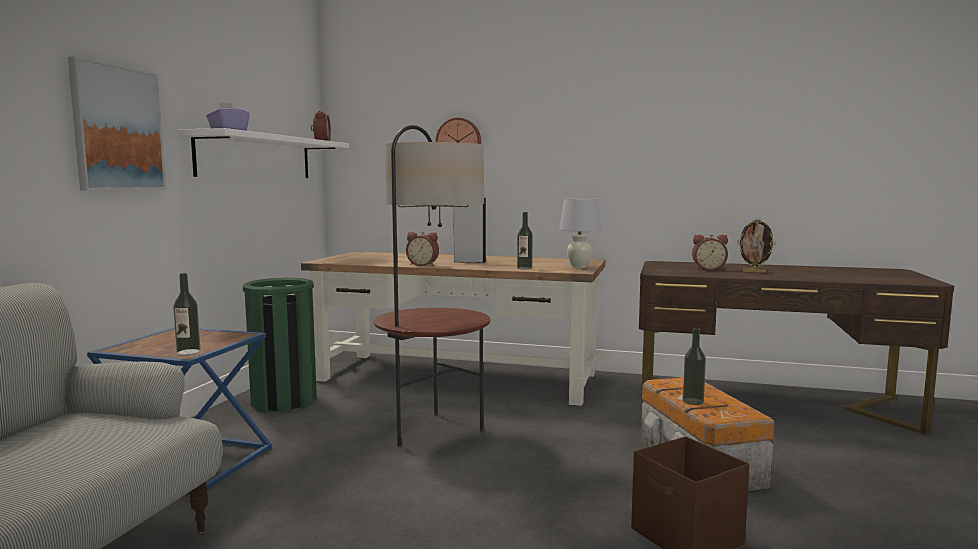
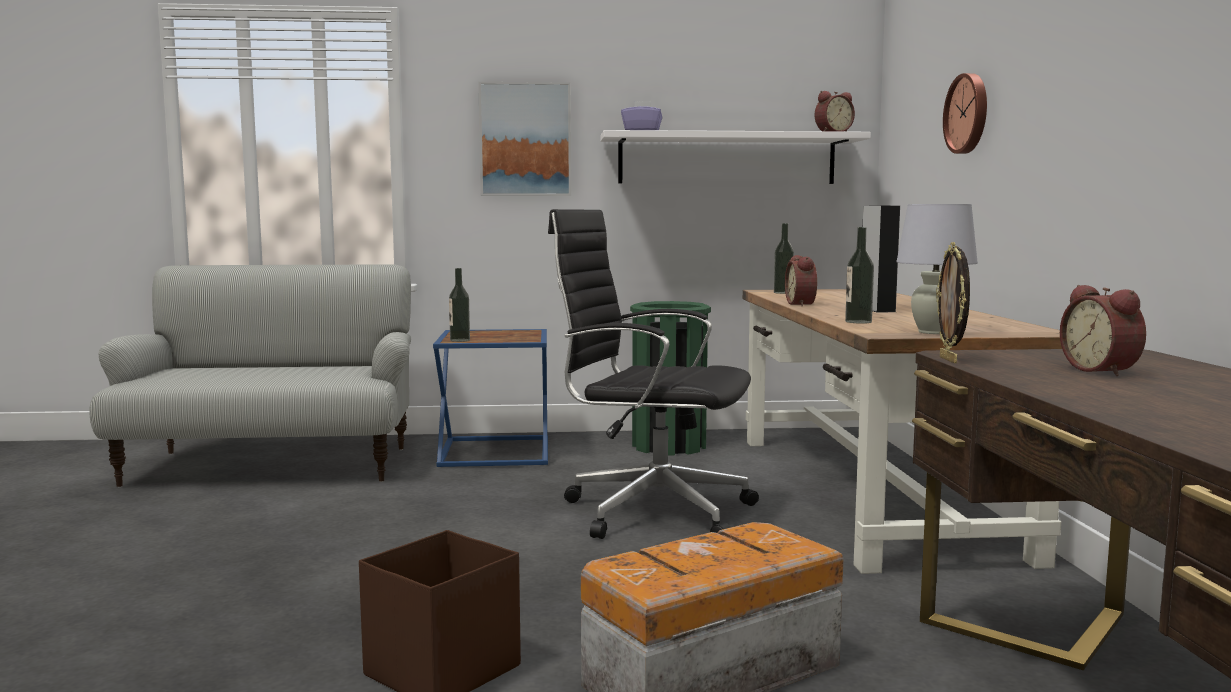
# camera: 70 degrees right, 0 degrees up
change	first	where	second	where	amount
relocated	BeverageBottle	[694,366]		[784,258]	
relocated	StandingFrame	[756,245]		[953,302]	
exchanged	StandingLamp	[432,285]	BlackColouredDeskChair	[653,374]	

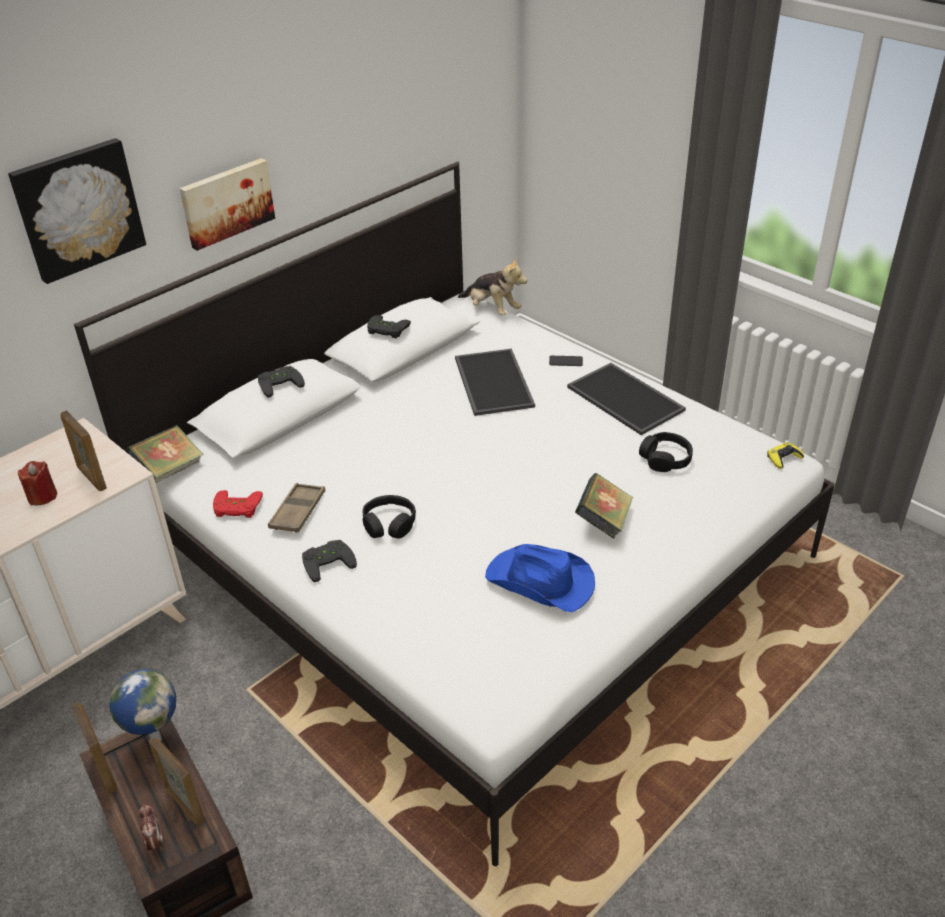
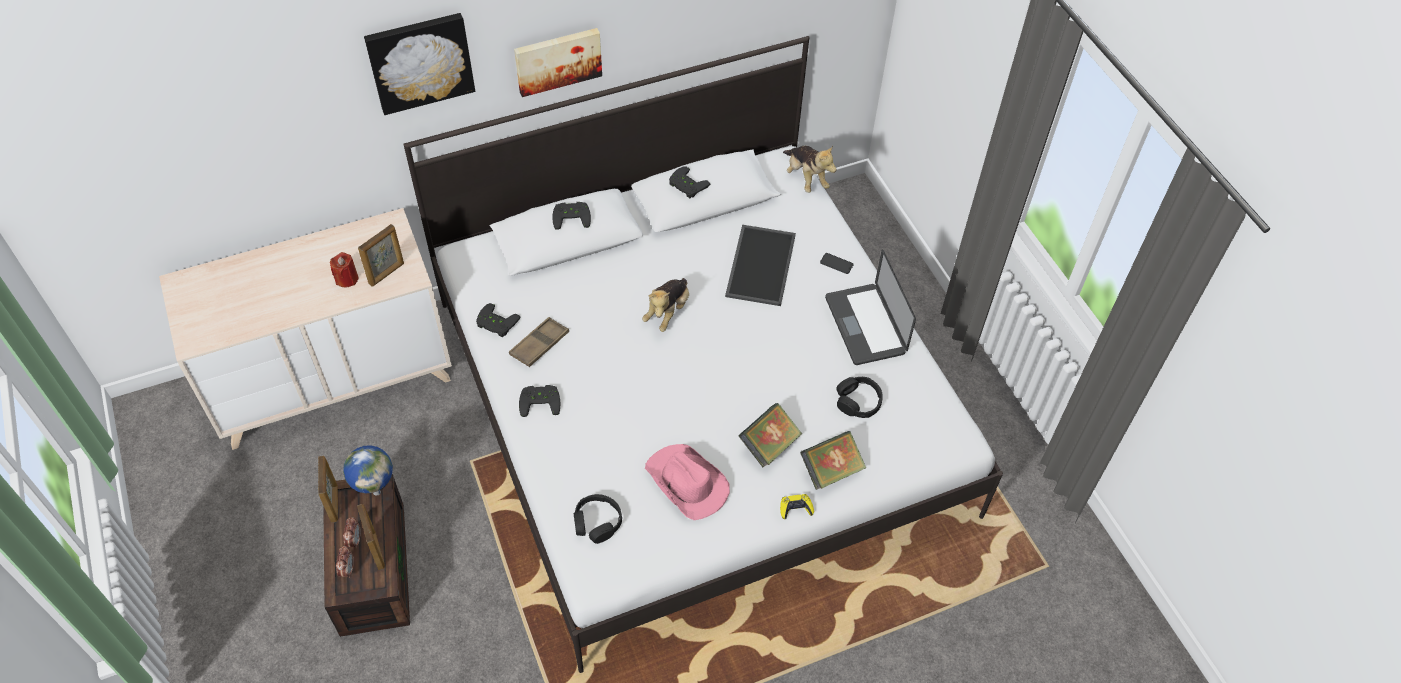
# camera: 20 degrees right, 15 degrees up
change	first	where	second	where	amount
appeared			TableClock	[352,533]	
appeared			CuddlyToy	[665,305]	
relocated	BoundBook	[165,454]		[833,460]	
relocated	BlackColouredHeadset	[389,517]		[598,519]	
relocated	YellowishJoypad	[785,455]		[797,506]	
exchanged	ServingTray	[626,399]	NotebookComputer	[870,307]	
colour	RedJoypad	[238,504]	BlackColouredJoypad	[498,320]	
colour	BlueClothingHat	[540,578]	PinkColouredClothingHat	[687,482]	
spun	StandingFrame	[83,450]		[381,255]	120 degrees counterclockwise

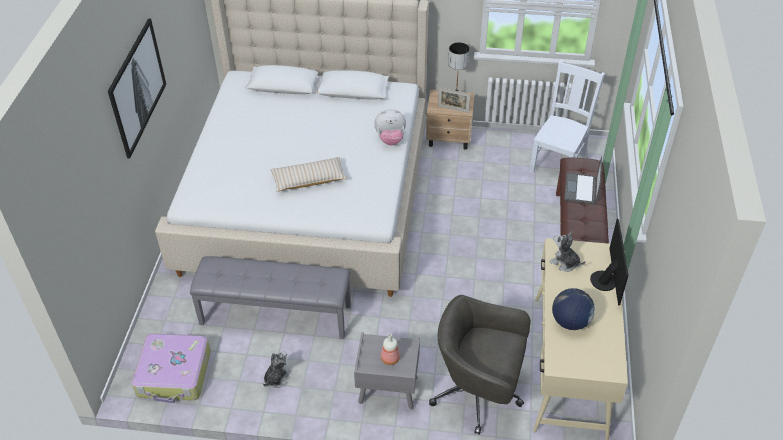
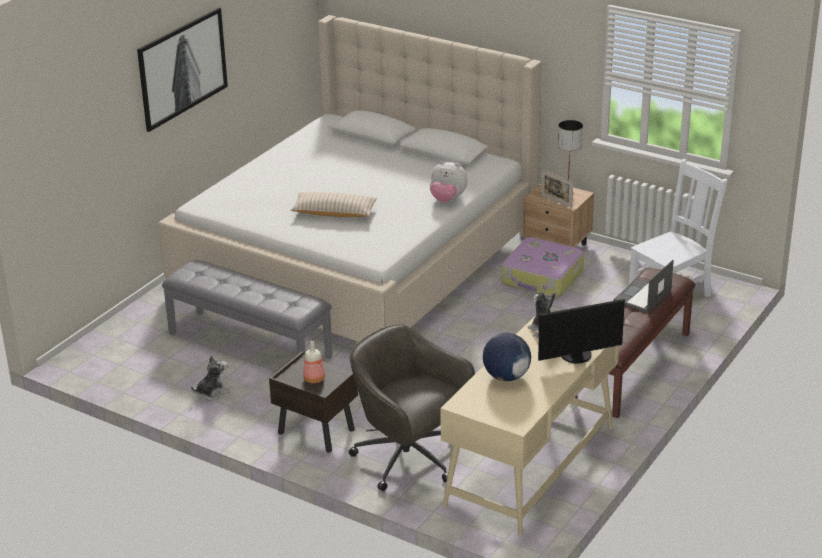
# camera: 25 degrees right, 15 degrees down
change	first	where	second	where	amount
relocated	Suitcase	[171,368]		[542,267]	
colour	GreyNightstand	[387,370]	BrownColouredNightstand	[313,402]	
spun	ComputerScreen	[609,262]		[581,331]	45 degrees clockwise

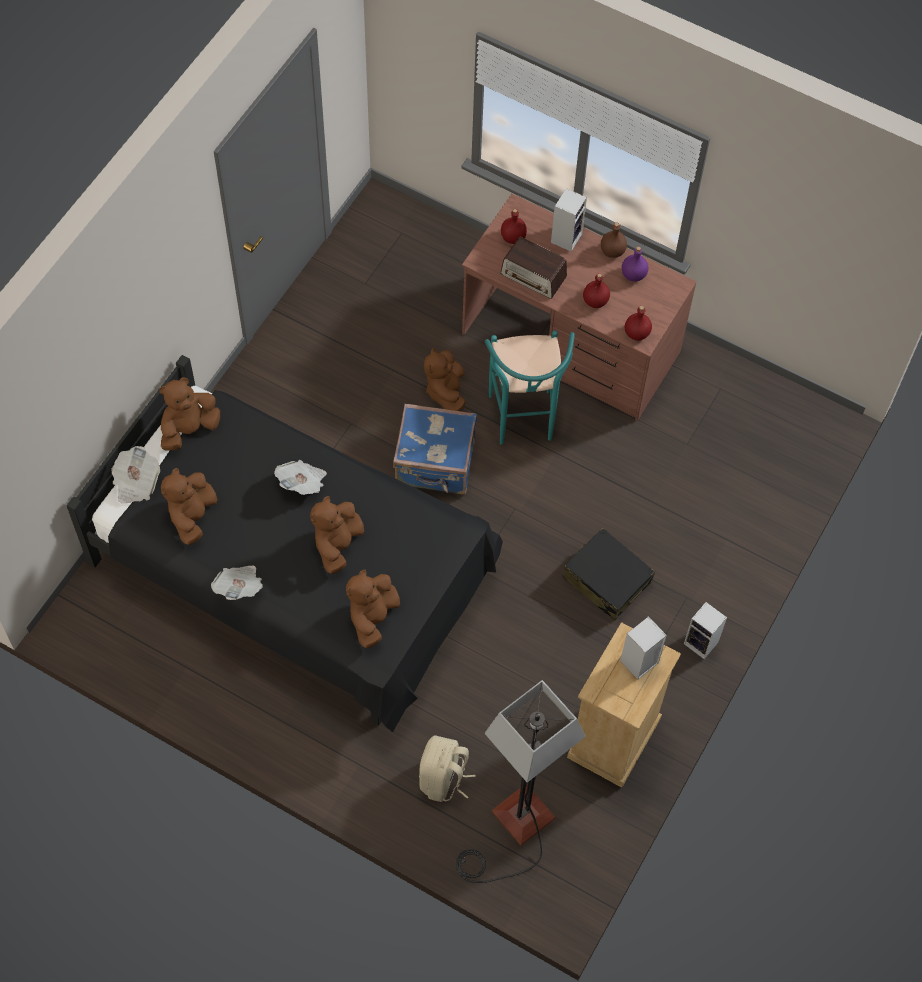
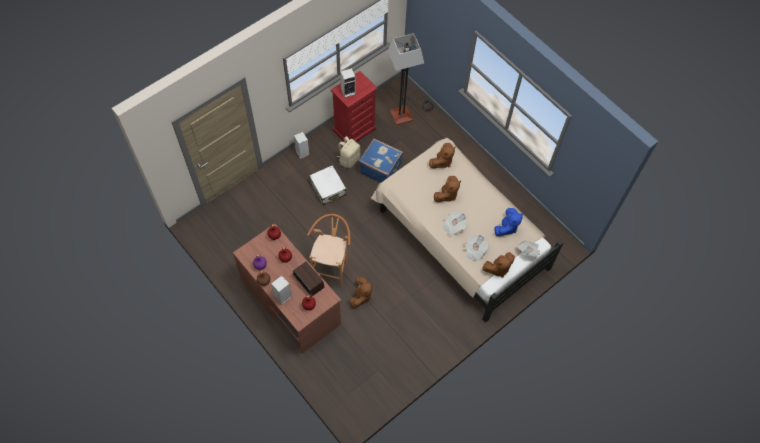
# camera: 160 degrees left, 0 degrees up
change	first	where	second	where	amount
relocated	DailyPaper	[237,582]		[477,248]	
relocated	BlueSuitcase	[435,449]		[381,160]	
relocated	SandColouredBackpack	[447,768]		[348,152]	
colour	BlackColouredBed	[285,543]	SandColouredBed	[467,230]	
colour	BrownColouredCuddlyToy	[189,506]	BlueCuddlyToy	[508,222]	
colour	TurquoiseStool	[530,387]	BrownColouredStool	[329,251]	
colour	BlackColouredSuitcase	[608,574]	WhitishSuitcase	[328,185]	
colour	SandColouredDrawerChest	[624,705]	RedDrawerChest	[354,107]	

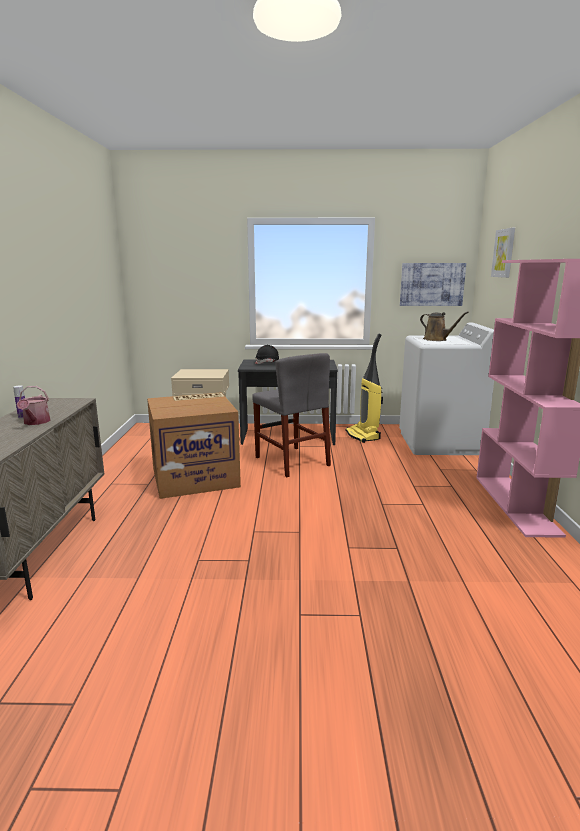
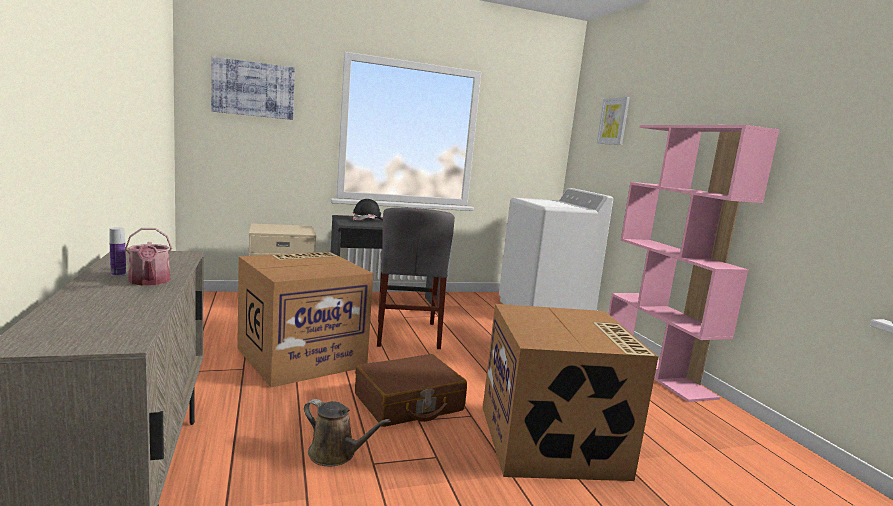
# camera: 20 degrees left, 5 degrees down
change	first	where	second	where	amount
missing	VacuumCleaner	[364,388]			
appeared			BrownColouredSuitcase	[411,390]	
appeared			Carton	[570,392]	
relocated	Picture	[433,284]		[253,88]	
relocated	BrownColouredWateringPot	[444,326]		[347,433]	
spun	GreyChair	[291,415]		[416,278]	45 degrees clockwise

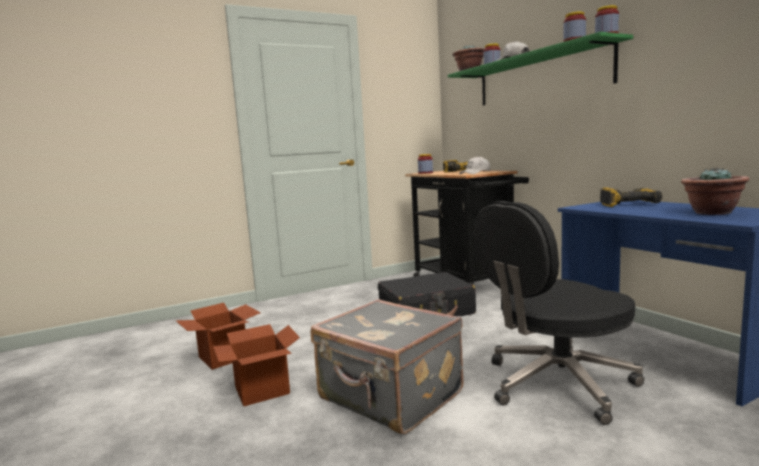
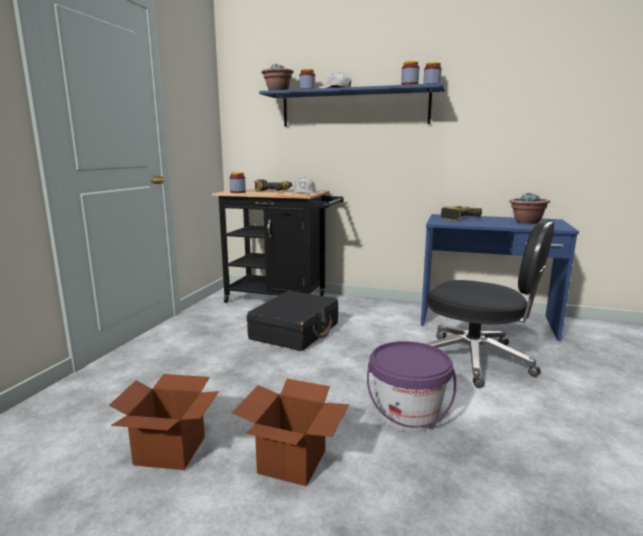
# camera: 45 degrees left, 5 degrees up
change	first	where	second	where	amount
exchanged	GreySuitcase	[387,366]	PurplishPail	[412,386]	
colour	GreenShelf	[540,68]	BlueShelf	[352,104]	
spun	BlackColouredDeskChair	[559,313]		[489,303]	75 degrees counterclockwise

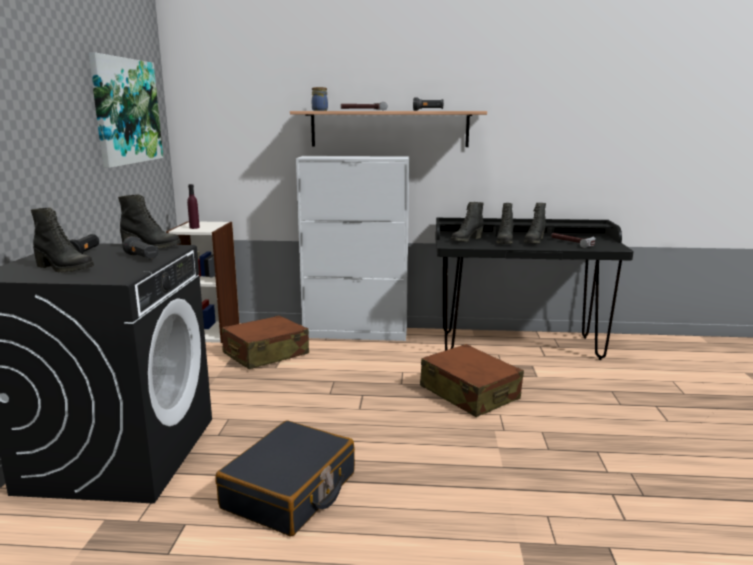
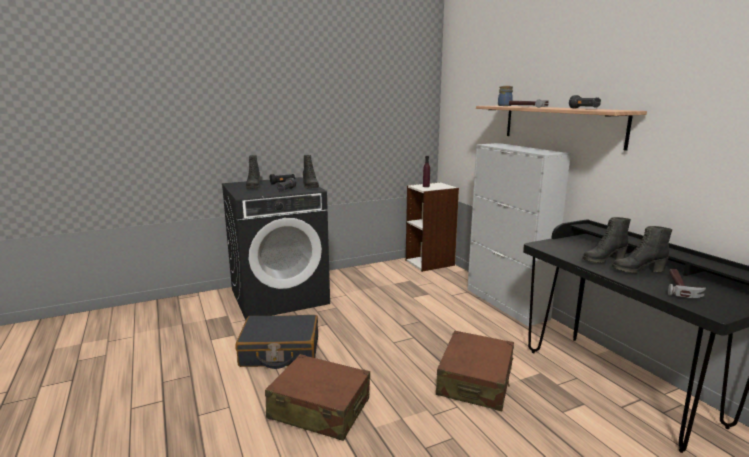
# camera: 60 degrees right, 0 degrees up
change	first	where	second	where	amount
missing	Picture	[125,110]			
missing	BlackColouredBoot	[467,222]			
relocated	BrownColouredSuitcase	[265,342]		[317,397]	

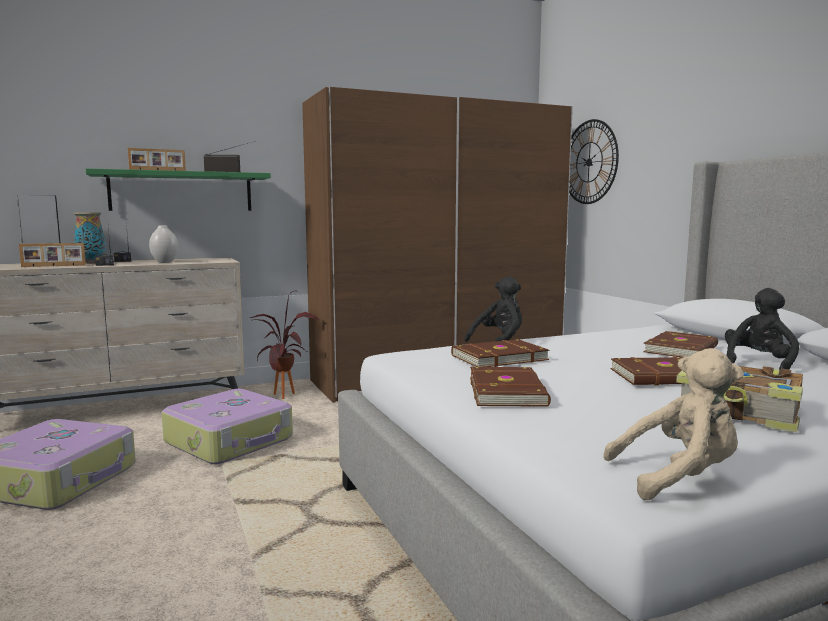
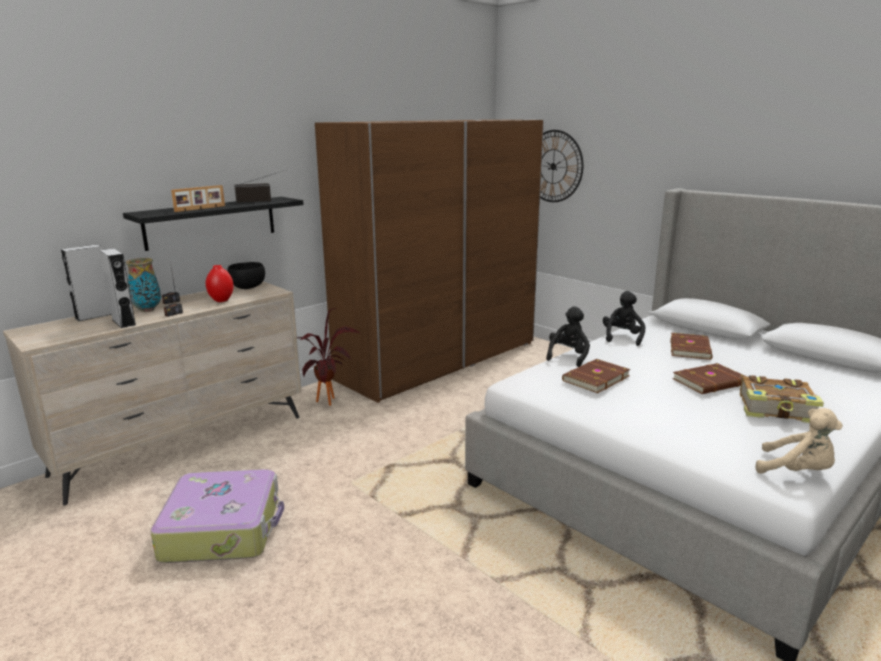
# camera: 20 degrees left, 10 degrees up
change	first	where	second	where	amount
missing	Suitcase	[227,426]			
missing	BrownColouredBoundBook	[510,387]			
appeared			BlackColouredServingBowl	[246,275]	
relocated	BlackColouredCuddlyToy	[762,329]		[624,318]	
exchanged	StandingFrame	[52,255]	GreyLoudspeaker	[117,288]	
colour	GreenShelf	[178,189]	BlackColouredShelf	[213,224]	
colour	WhitishDecorativeVase	[163,244]	RedDecorativeVase	[220,283]	
spun	SandColouredCuddlyToy	[673,424]		[799,440]	60 degrees clockwise

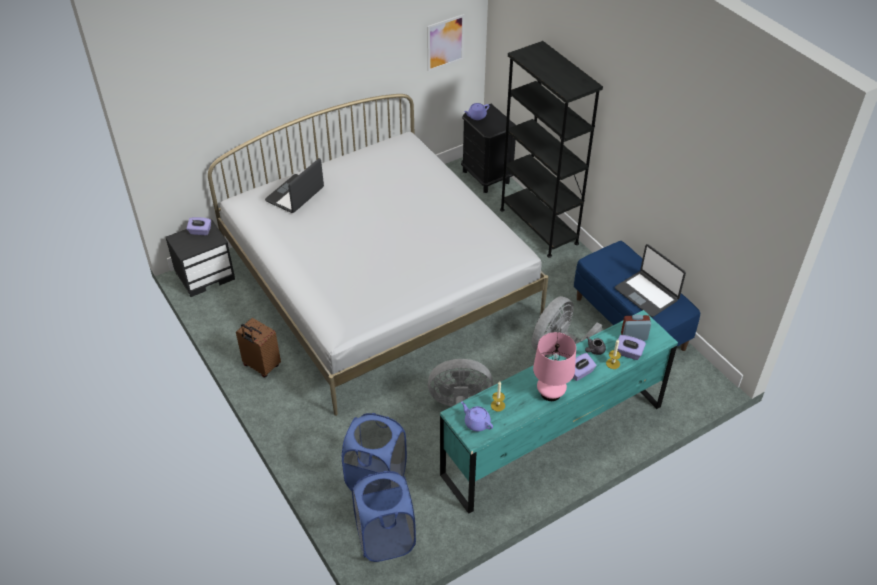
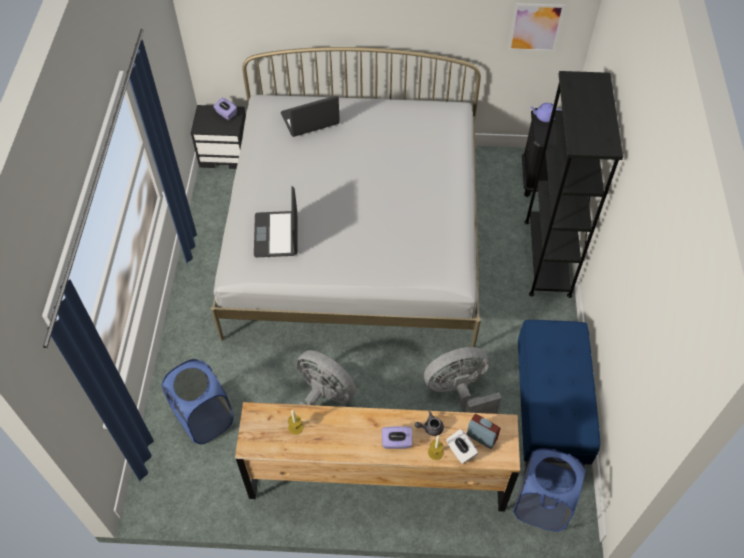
# camera: 35 degrees right, 10 degrees up
change	first	where	second	where	amount
missing	BrownColouredSuitcase	[258,347]			
missing	PurplishPotForTea	[477,416]			
missing	PinkColouredTableLamp	[554,366]			
relocated	BlueLaundryBasket	[384,516]		[549,490]	
relocated	NotebookComputer	[650,280]		[276,221]	
colour	TurquoiseDrawerChest	[559,412]	BrownColouredDrawerChest	[377,457]	
colour	PurplishTissueBox	[631,347]	WhitishTissueBox	[462,446]	

